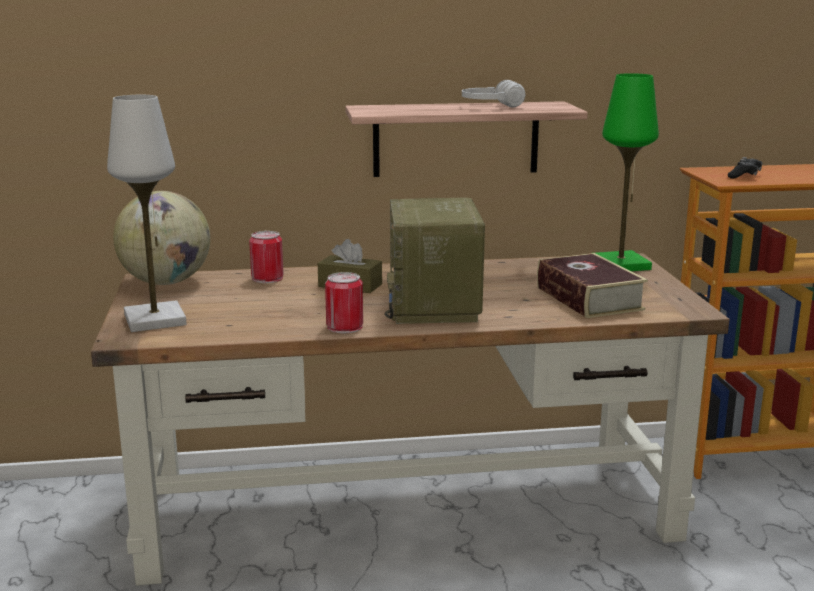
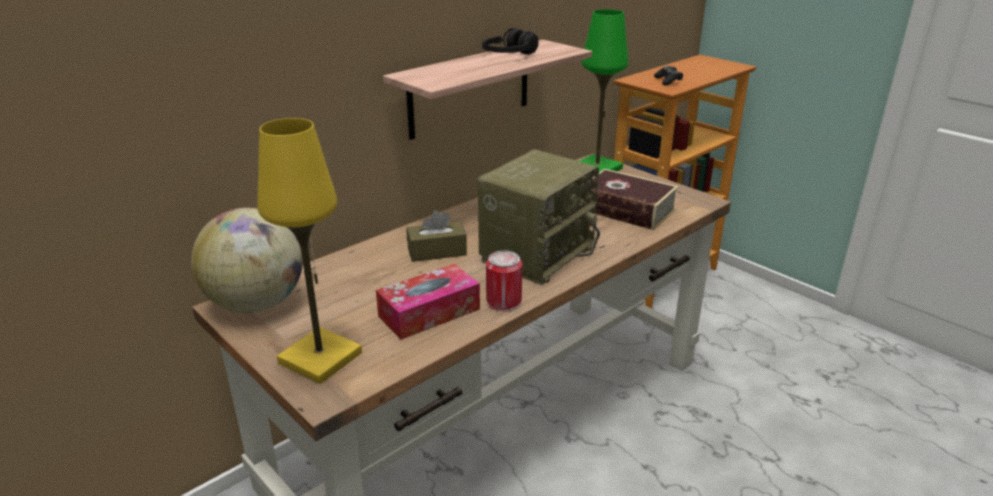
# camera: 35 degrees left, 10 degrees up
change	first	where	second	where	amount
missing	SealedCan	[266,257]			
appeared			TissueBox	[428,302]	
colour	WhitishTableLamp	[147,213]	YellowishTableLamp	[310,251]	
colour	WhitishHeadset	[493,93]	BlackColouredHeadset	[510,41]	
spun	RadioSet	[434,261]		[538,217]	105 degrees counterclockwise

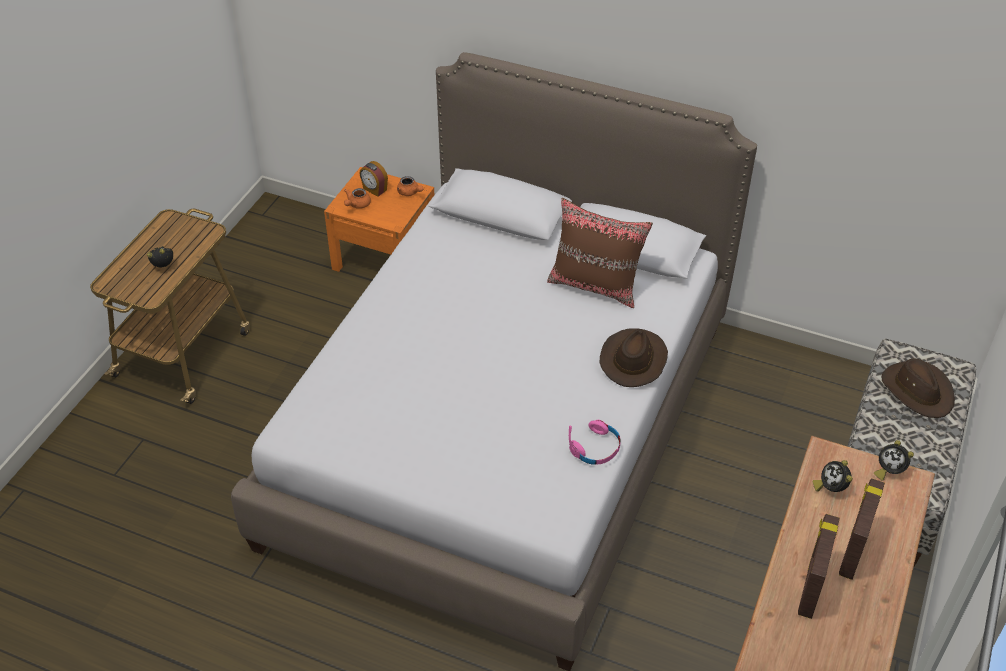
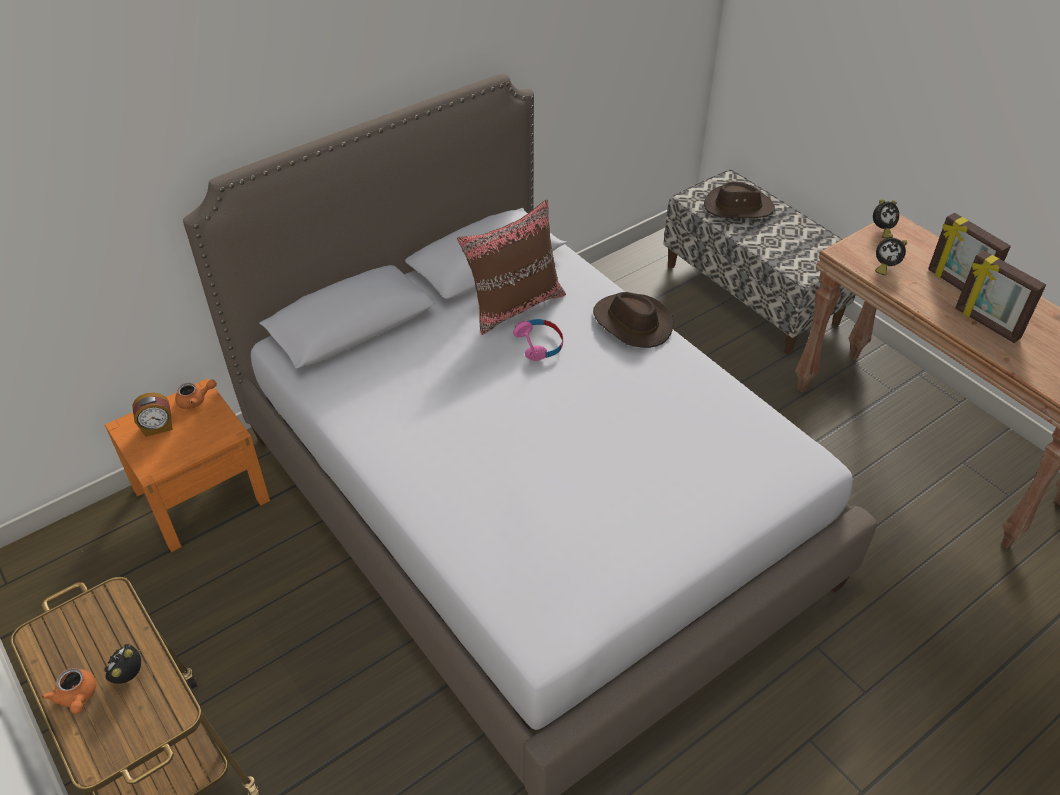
# camera: 60 degrees left, 0 degrees up
change	first	where	second	where	amount
relocated	OrangeColouredPotForTea	[357,198]		[69,691]	
relocated	PinkColouredHeadset	[595,442]		[538,340]	

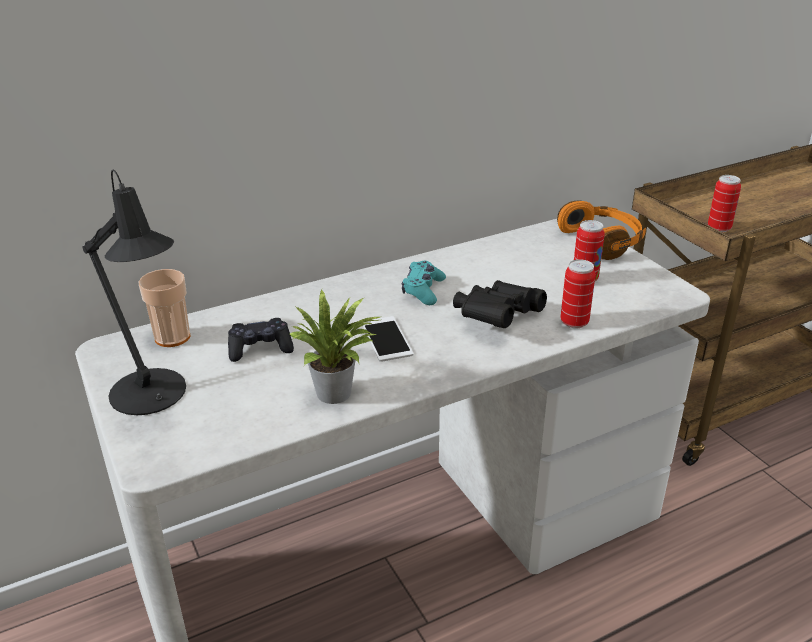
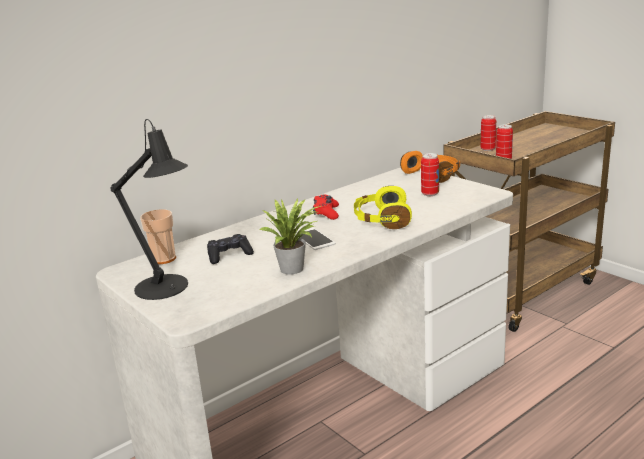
# camera: 10 degrees left, 10 degrees down
change	first	where	second	where	amount
relocated	SealedCan	[577,294]		[488,133]	
exchanged	BlackColouredFieldGlasses	[500,304]	YellowishHeadset	[383,207]	
colour	TurquoiseJoypad	[424,283]	RedJoypad	[326,207]	

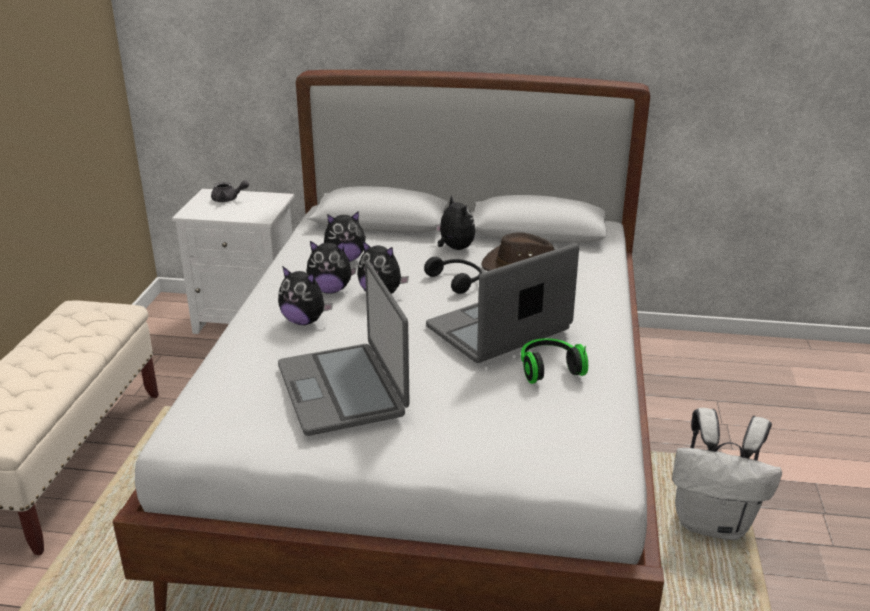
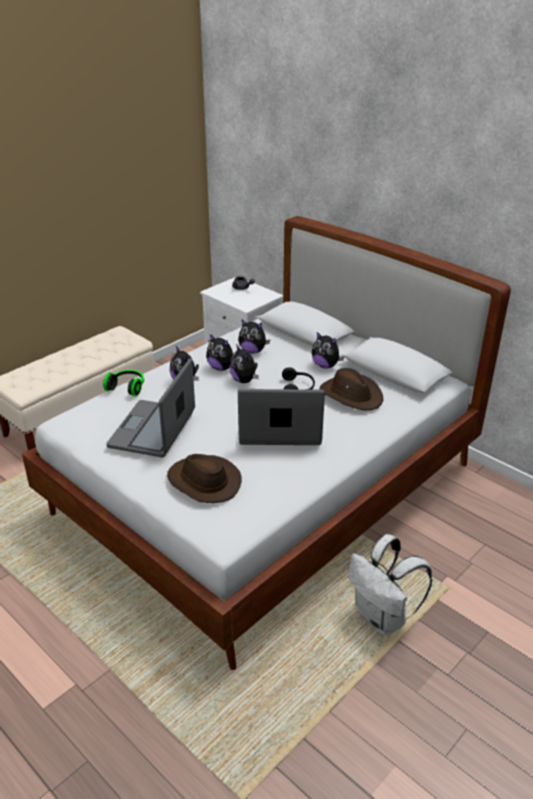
# camera: 35 degrees right, 5 degrees up
change	first	where	second	where	amount
appeared			BrownColouredClothingHat	[204,478]	
relocated	Headset	[554,361]		[123,383]	
spun	CuddlyToy	[455,222]		[328,350]	120 degrees clockwise

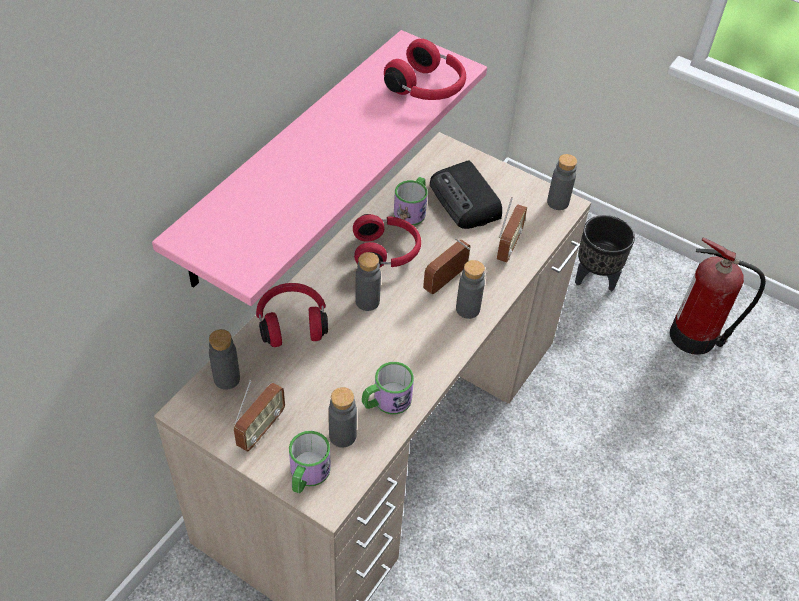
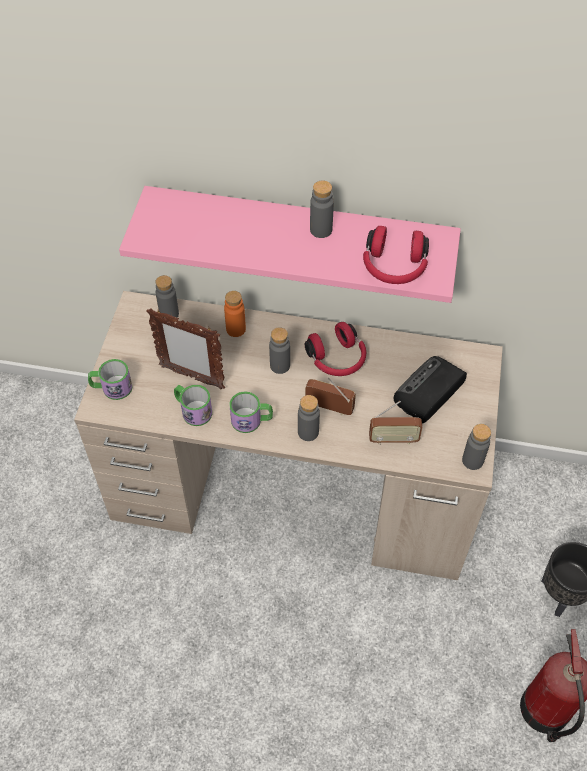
# camera: 70 degrees right, 5 degrees up
change	first	where	second	where	amount
missing	RadioSet	[259,416]			
appeared			StandingFrame	[186,348]	
relocated	GreyBeverageBottle	[342,417]		[322,209]	
relocated	CoffeeMug	[411,201]		[251,412]	
exchanged	RedHeadset	[292,315]	OrangeColouredBeverageBottle	[235,314]	

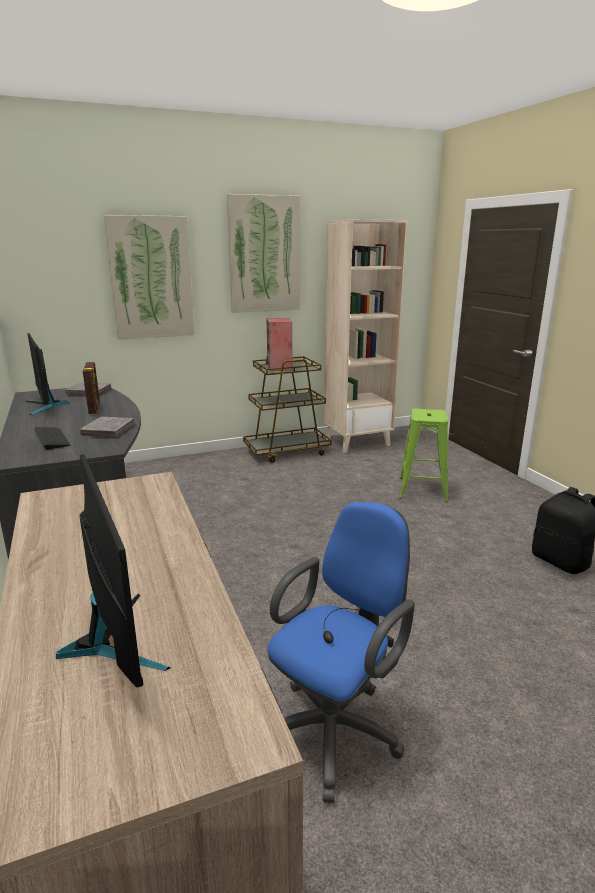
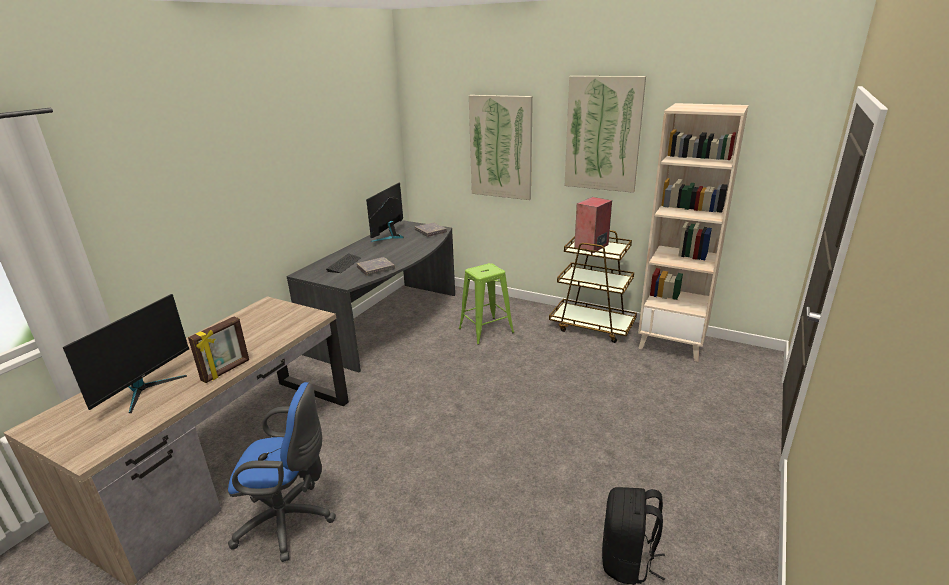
# camera: 50 degrees right, 5 degrees up
change	first	where	second	where	amount
relocated	StandingFrame	[91,388]		[218,350]	
relocated	GreenStool	[423,455]		[487,304]	

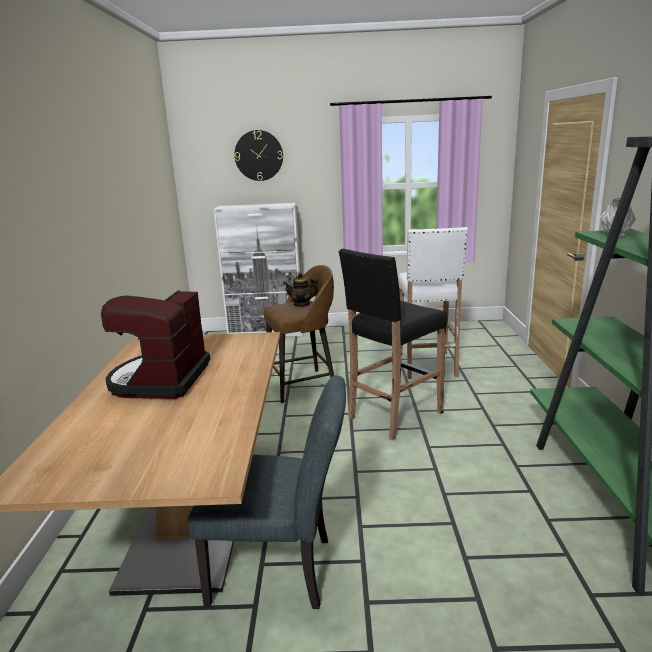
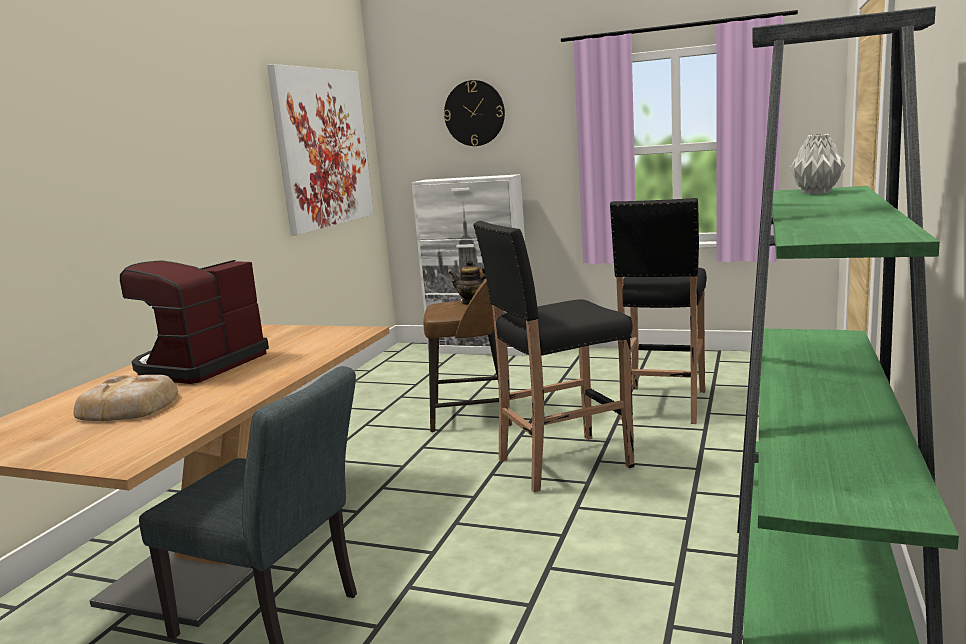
# camera: 20 degrees right, 5 degrees down
change	first	where	second	where	amount
appeared			BakedBread	[125,398]	
appeared			Picture	[320,150]	
colour	WhitishStool	[433,303]	BlackColouredStool	[658,311]	

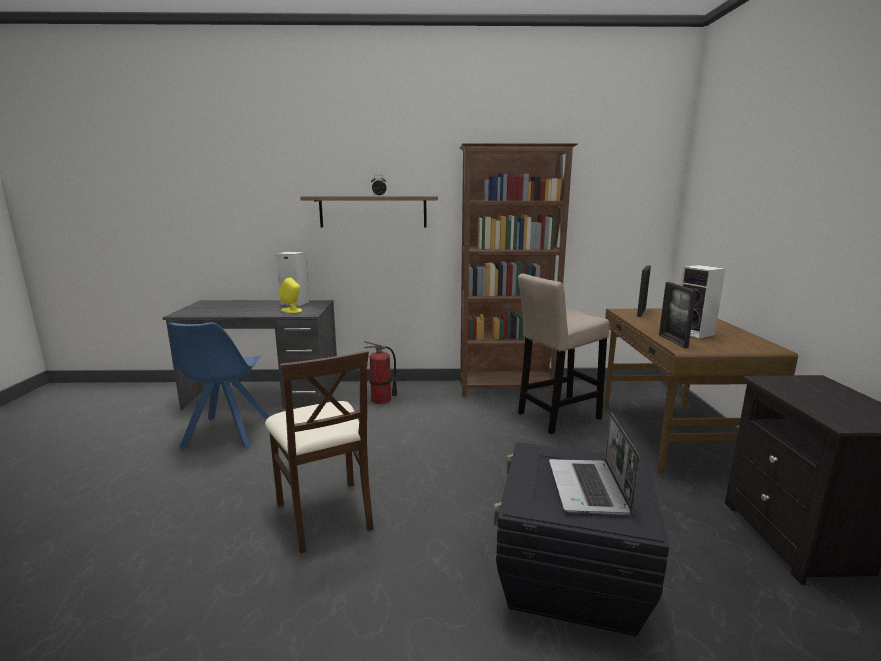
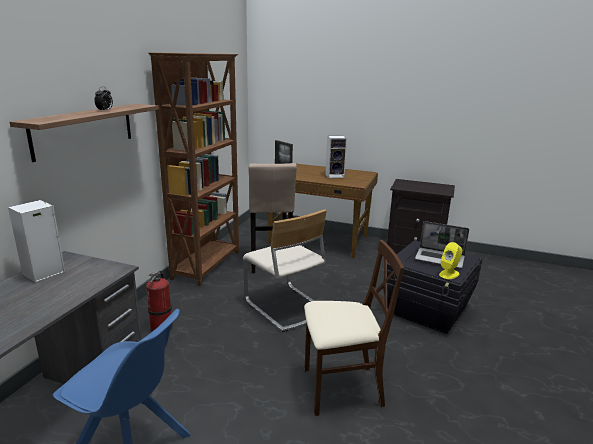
# camera: 70 degrees left, 5 degrees up
change	first	where	second	where	amount
missing	StandingFrame	[678,315]			
appeared			SandColouredChair	[285,270]	
relocated	YellowishLoudspeaker	[290,295]		[450,260]	

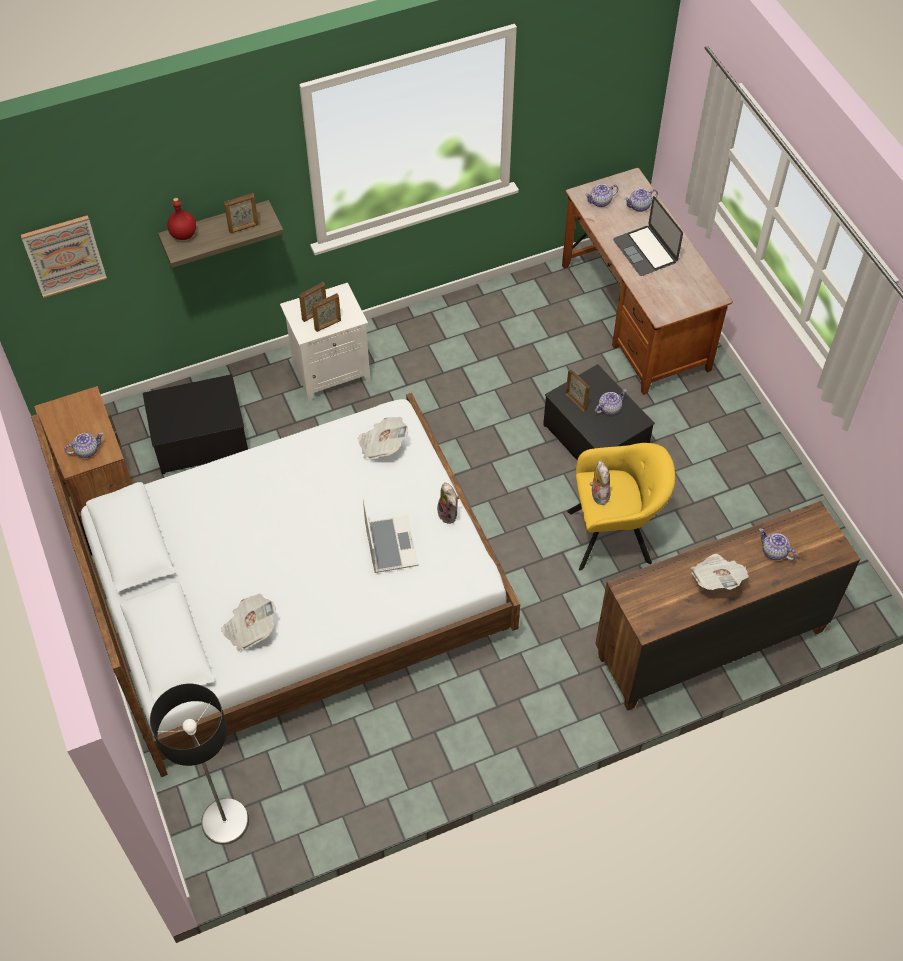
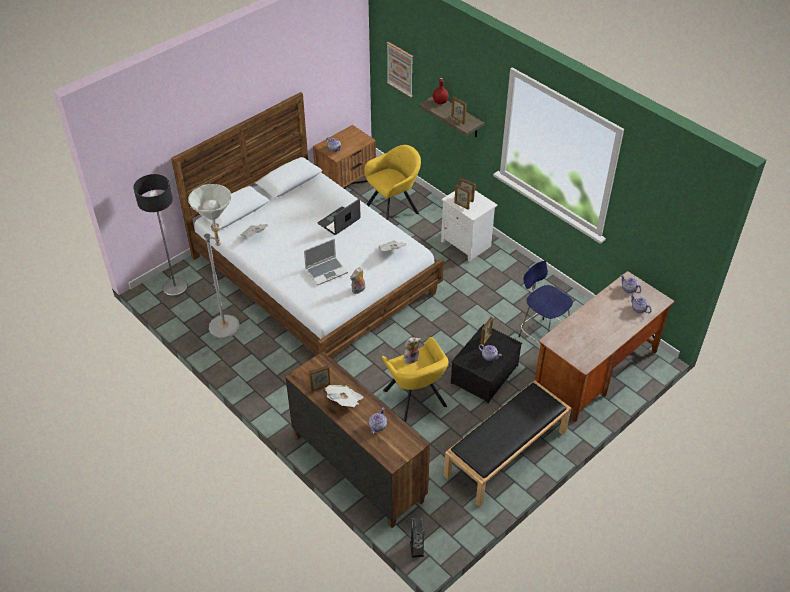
# camera: 70 degrees right, 10 degrees down
change	first	where	second	where	amount
appeared			GreyStandingLamp	[214,261]	
appeared			StandingFrame	[319,378]	
appeared			Loudspeaker	[417,537]	
appeared			BlackColouredBench	[507,443]	
appeared			BlueStool	[546,302]	
relocated	NotebookComputer	[648,236]		[339,217]	
exchanged	StorageBin	[195,424]	YellowishEasyChair	[393,182]	

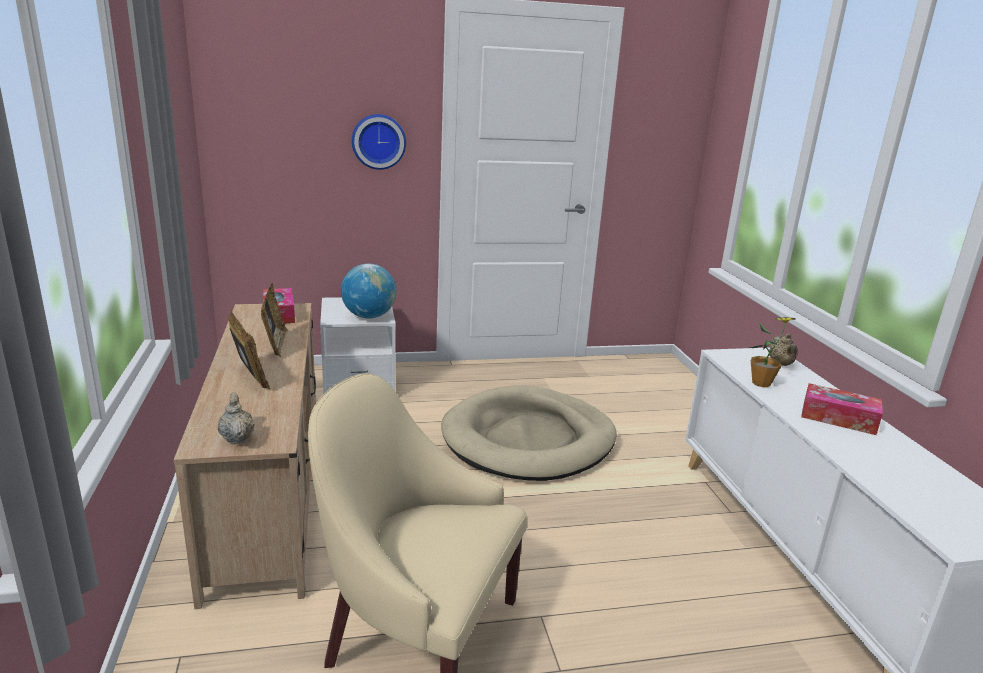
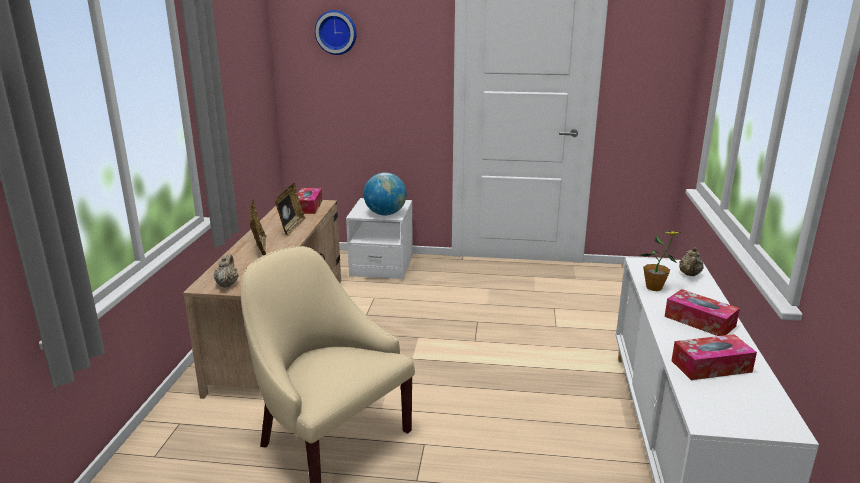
# camera: 20 degrees right, 0 degrees up
change	first	where	second	where	amount
missing	SandColouredDogCushion	[529,433]			
appeared			TissueBox	[714,357]	
relocated	HangingClock	[379,142]		[336,32]	

